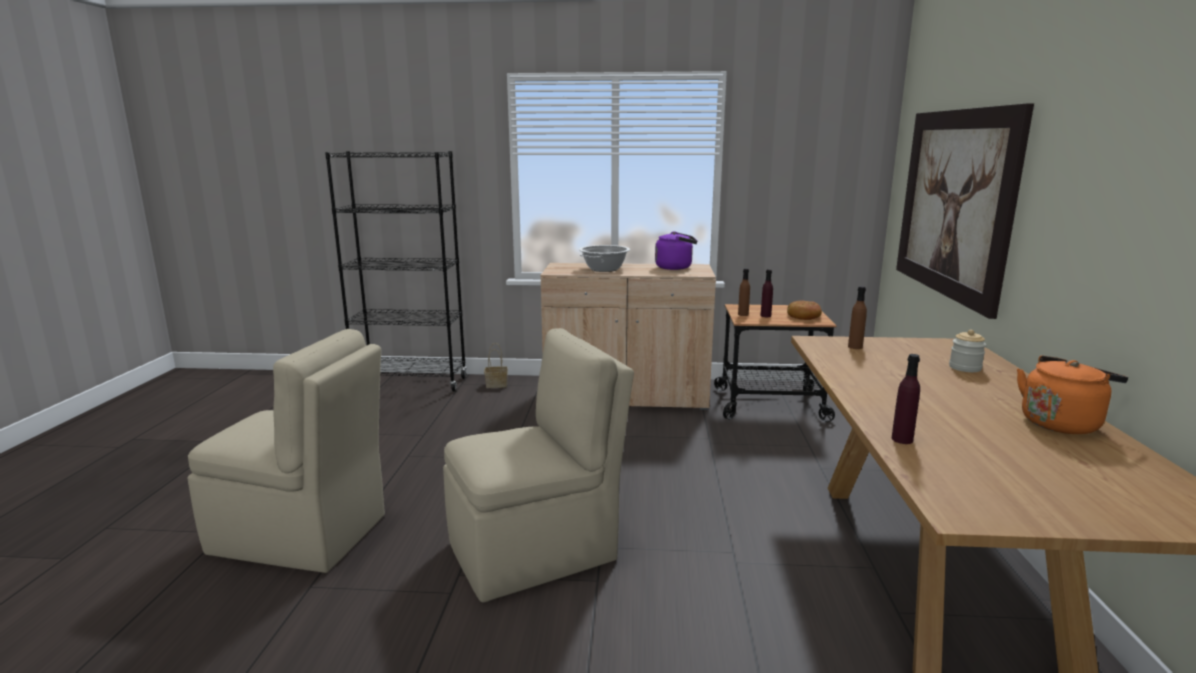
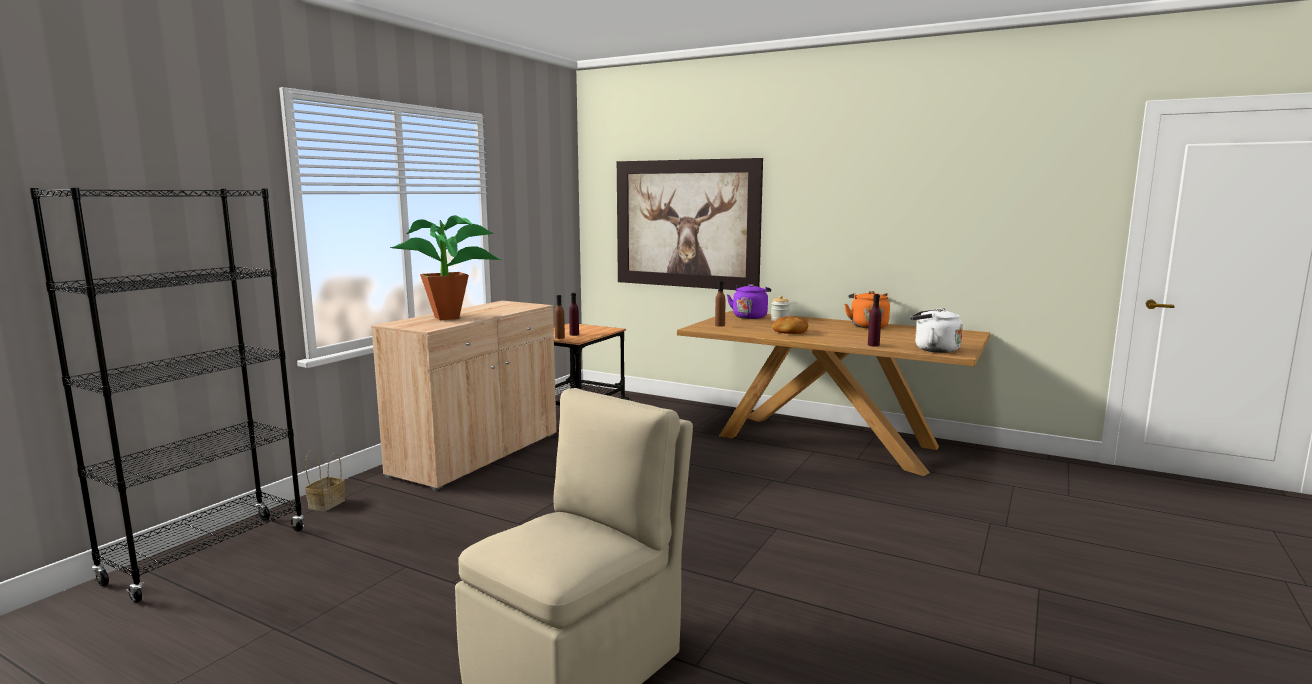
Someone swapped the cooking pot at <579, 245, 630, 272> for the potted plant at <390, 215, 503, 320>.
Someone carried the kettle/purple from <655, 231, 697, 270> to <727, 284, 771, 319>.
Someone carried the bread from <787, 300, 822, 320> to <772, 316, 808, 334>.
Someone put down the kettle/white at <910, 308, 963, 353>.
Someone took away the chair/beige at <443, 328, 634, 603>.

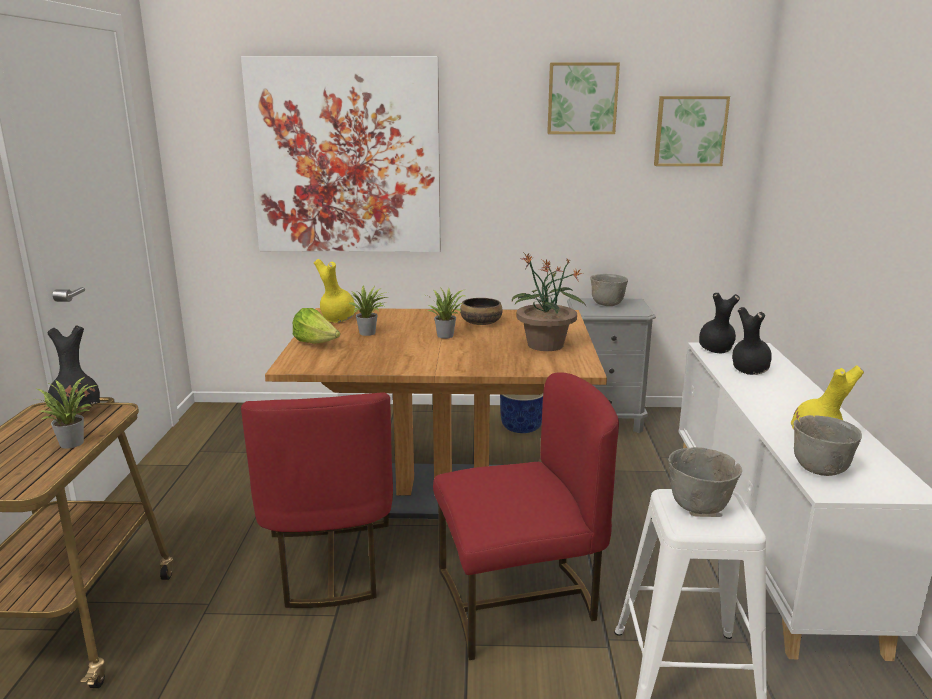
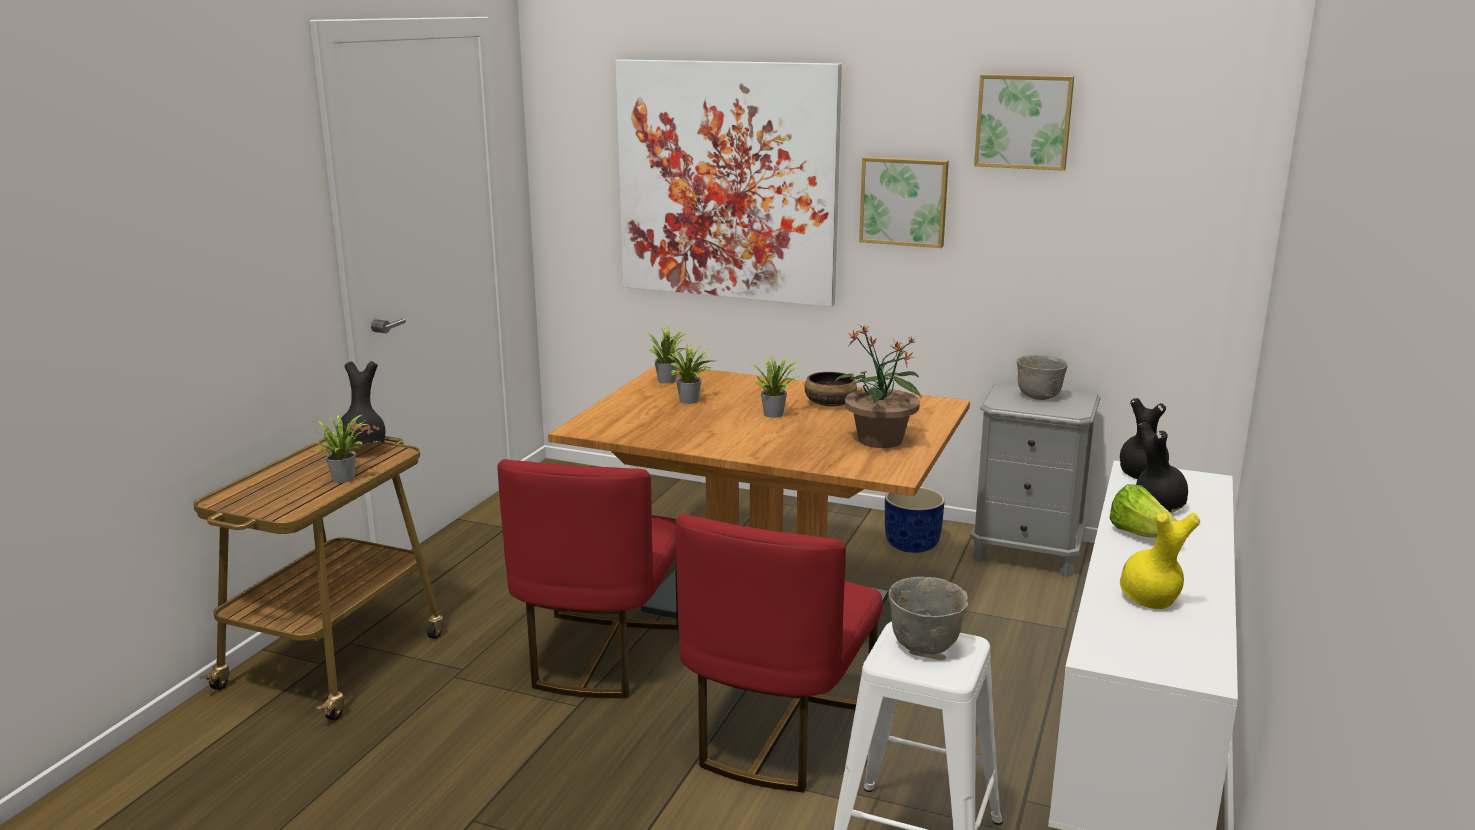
Someone swapped the vase/yellow at <314, 259, 355, 323> for the potted plant at <646, 327, 691, 383>.
Someone rotated the chair/red at <433, 372, 619, 660> by 105 degrees clockwise.
Someone carried the picture from <654, 96, 730, 166> to <859, 157, 949, 248>.
Someone carried the lettuce from <293, 308, 340, 344> to <1109, 484, 1177, 538>.
Someone took away the bowl/grey at <793, 415, 862, 476>.

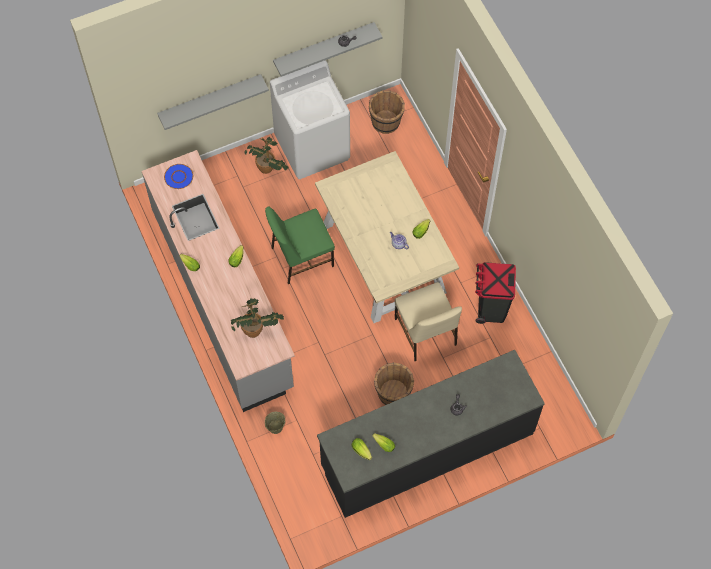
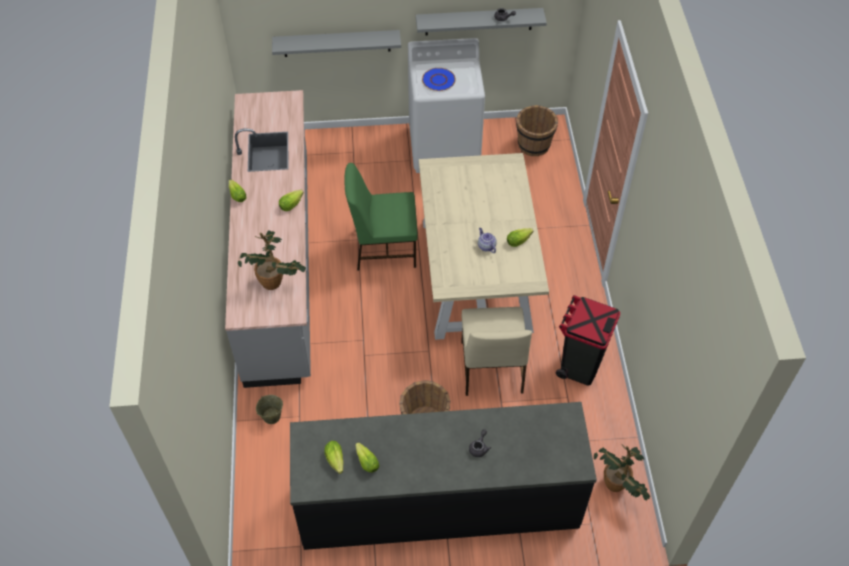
Someone carried the plate/blue from <164, 164, 193, 189> to <422, 68, 456, 91>.
Someone carried the potted plant from <244, 137, 288, 174> to <594, 444, 650, 501>.

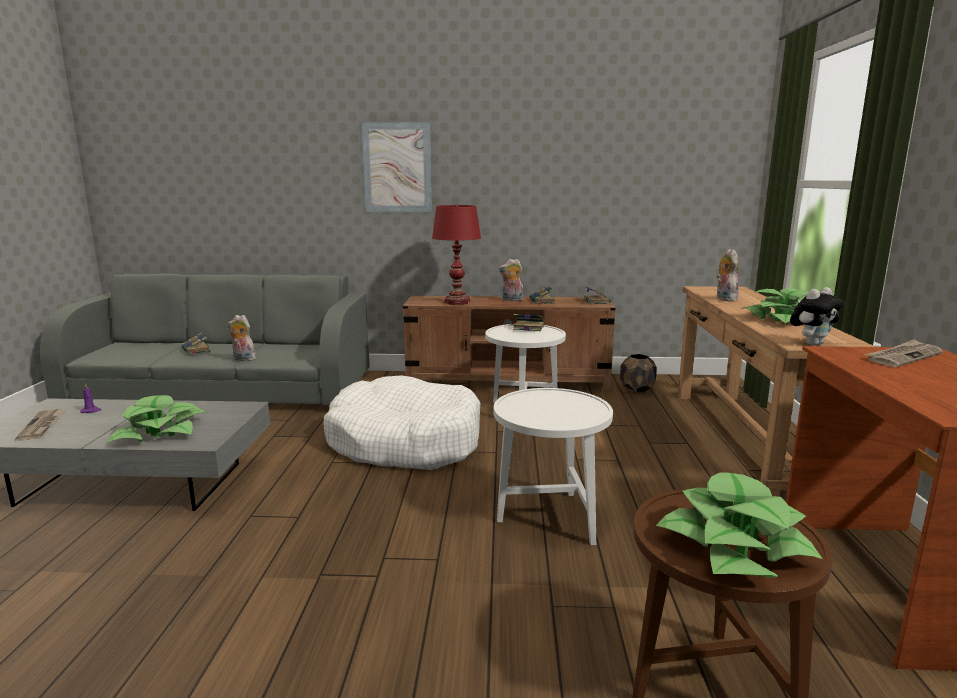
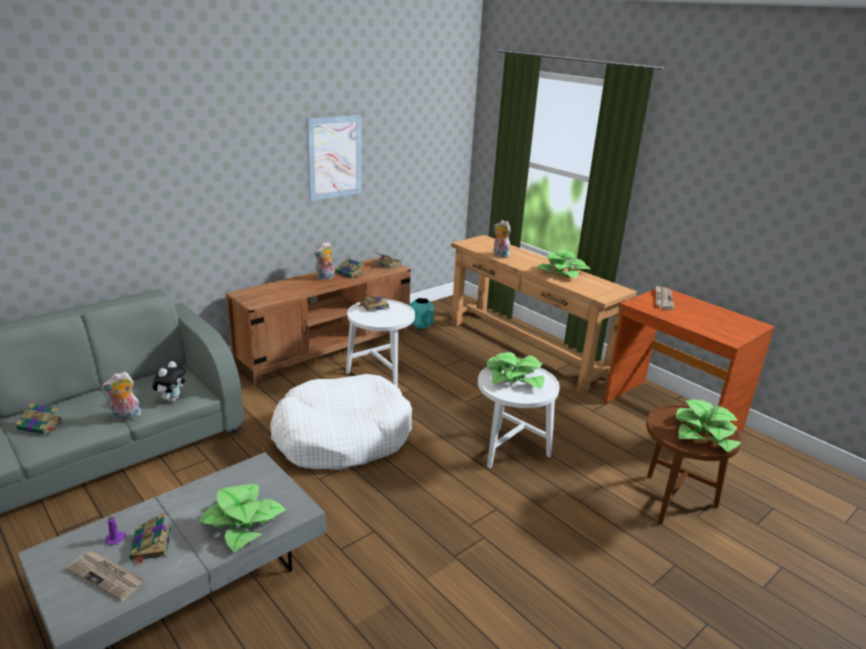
Someone put down the book at <129, 512, 171, 565>.
Someone carried the plush toy from <790, 287, 845, 346> to <153, 361, 186, 402>.
Someone carried the picture from <362, 123, 432, 212> to <307, 115, 362, 201>.
Someone repainted the planter/brown at <620, 354, 657, 392>, which became the planter/turquoise at <409, 298, 435, 329>.
Someone put down the potted plant at <487, 352, 545, 389>.
Someone took away the table lamp/red at <432, 204, 481, 305>.

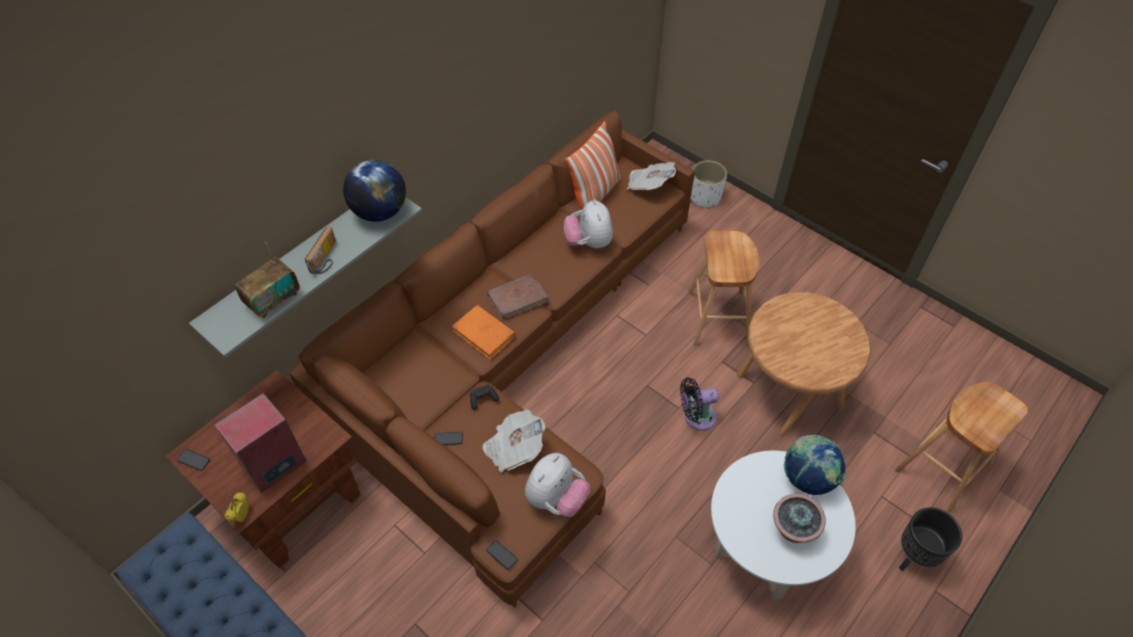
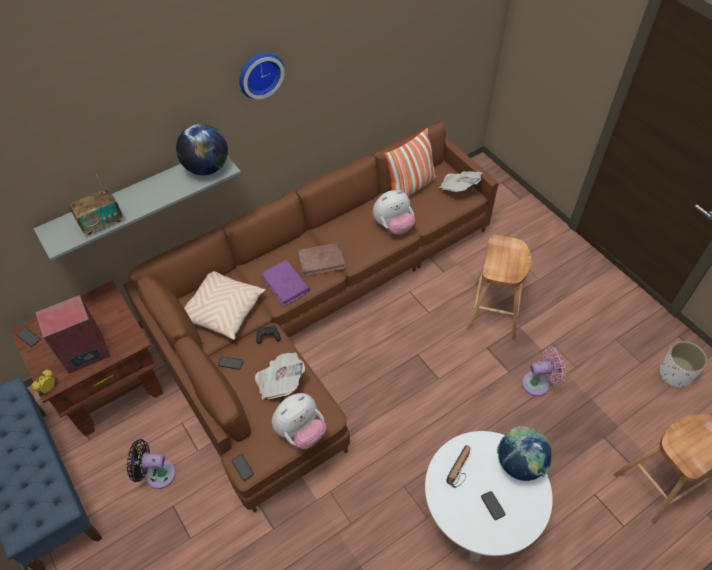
Someone carried the fan/black from <680, 377, 719, 431> to <127, 439, 176, 489>.
Someone put down the pillow/beige at <184, 271, 266, 340>.
Someone put up the wall clock at <239, 53, 284, 99>.
Someone repainted the book/orange at <452, 305, 516, 360>, which became the book/purple at <261, 260, 310, 306>.
Someone rotated the plush toy at <563, 199, 613, 248> by 120 degrees counterclockwise.
Someone carried the radio from <305, 227, 336, 274> to <446, 445, 471, 488>.
Someone swapped the potted plant at <773, 494, 826, 543> for the phone at <481, 491, 506, 520>.
Someone swapped the side table/brown at <737, 292, 871, 436> for the fan/pink at <522, 347, 566, 396>.
Someone carried the planter/white from <691, 160, 727, 209> to <659, 341, 707, 389>.
Someone took away the planter/black at <899, 507, 962, 571>.

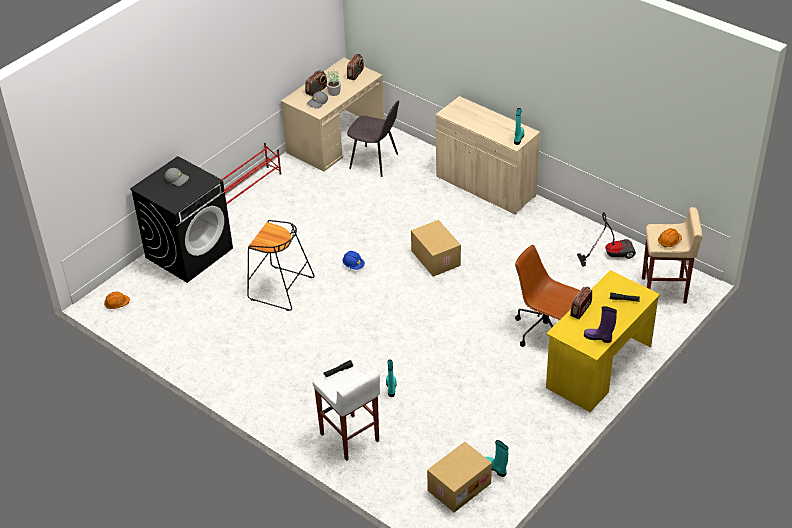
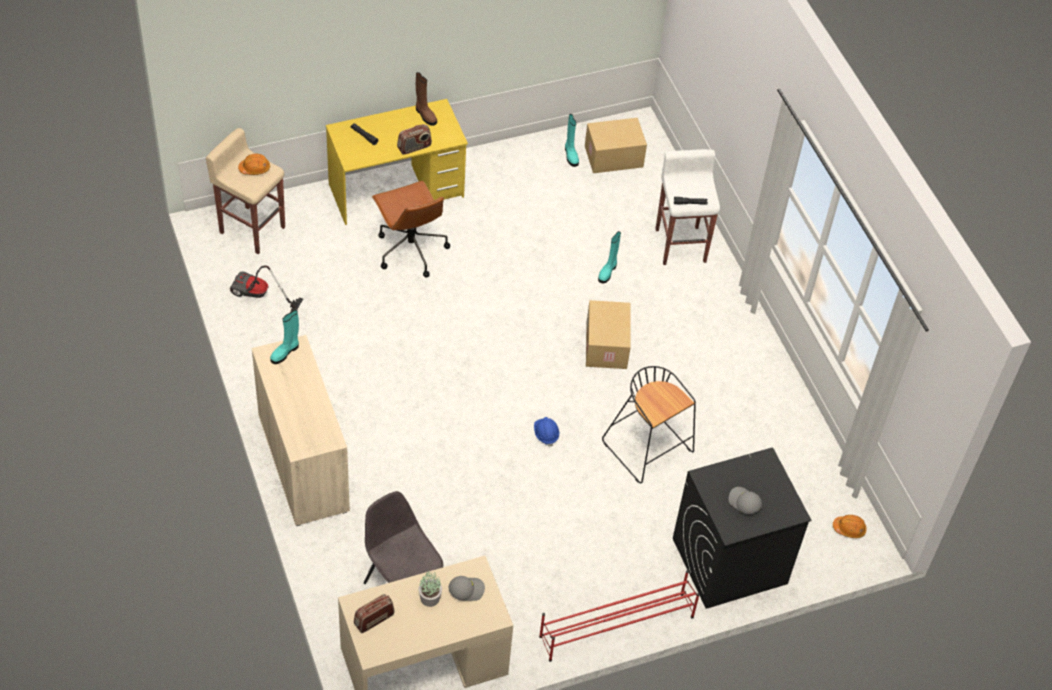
Someone repainted the boot/purple at <584, 306, 617, 343>, which became the boot/brown at <416, 72, 437, 126>.
Someone carried the cardboard box from <411, 220, 461, 277> to <586, 300, 631, 369>.
Someone took away the radio at <305, 70, 327, 96>.

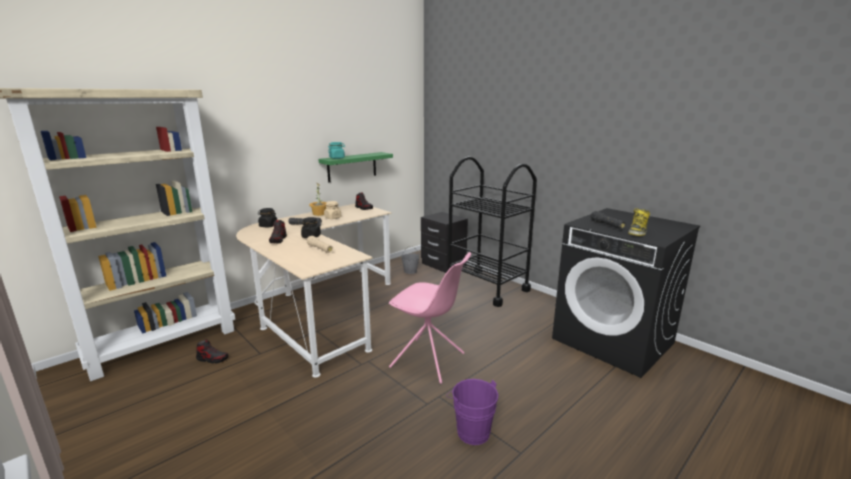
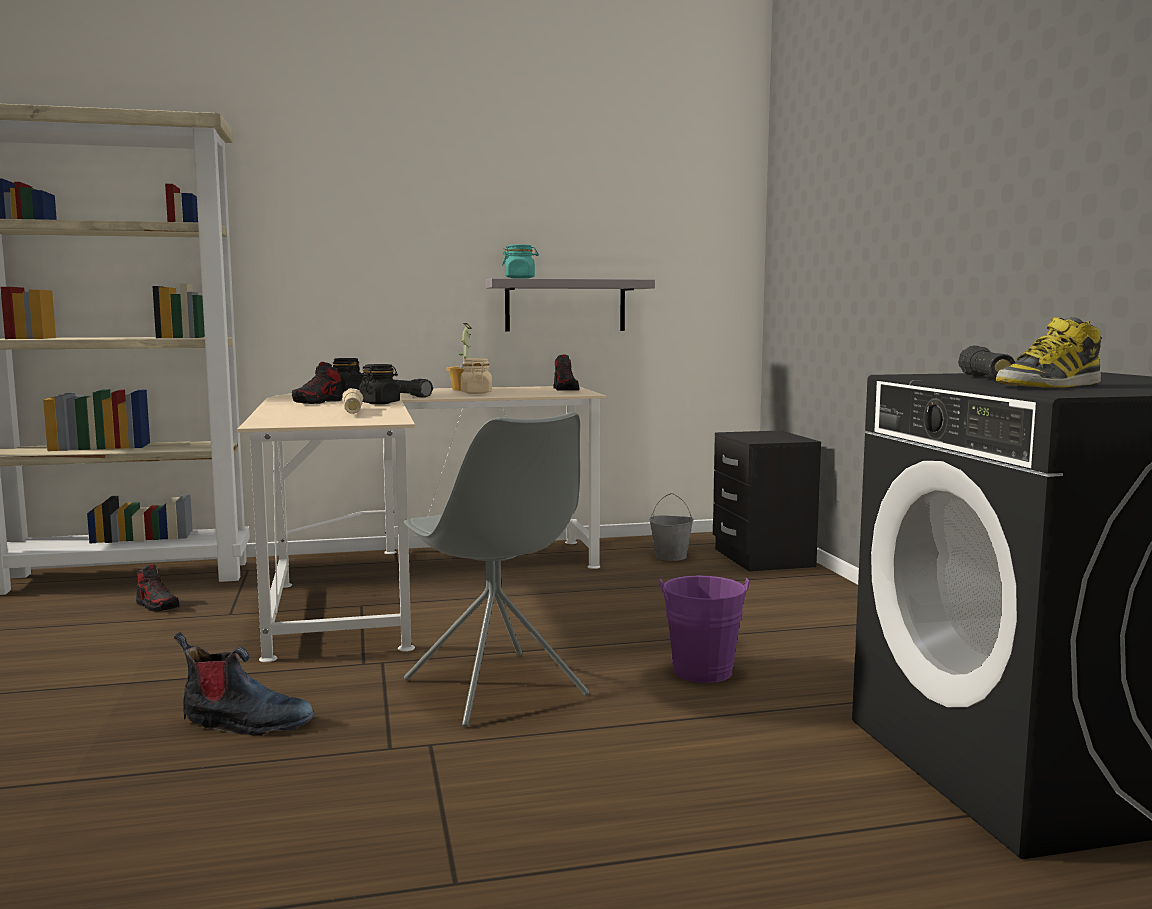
Someone put down the boot at <174, 632, 314, 736>.
Someone repainted the chair/pink at <389, 252, 471, 384>, which became the chair/grey at <404, 412, 590, 727>.
Someone repainted the shelf/green at <318, 152, 393, 182>, which became the shelf/grey at <486, 278, 655, 331>.
Someone carried the bucket/purple from <446, 379, 499, 445> to <660, 576, 749, 683>.
Someone took away the cart/black at <448, 157, 537, 307>.

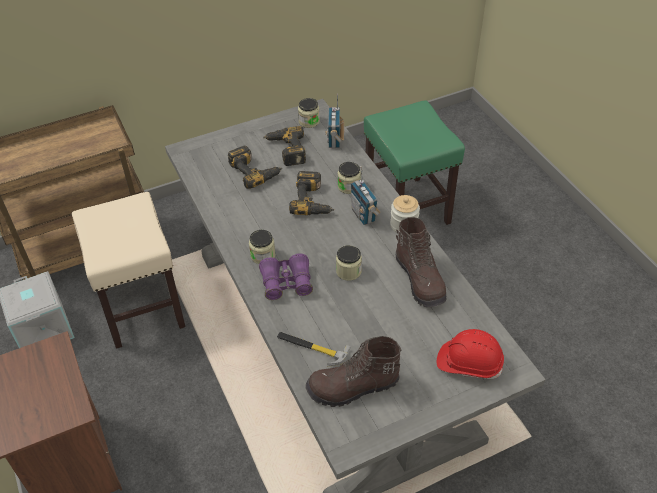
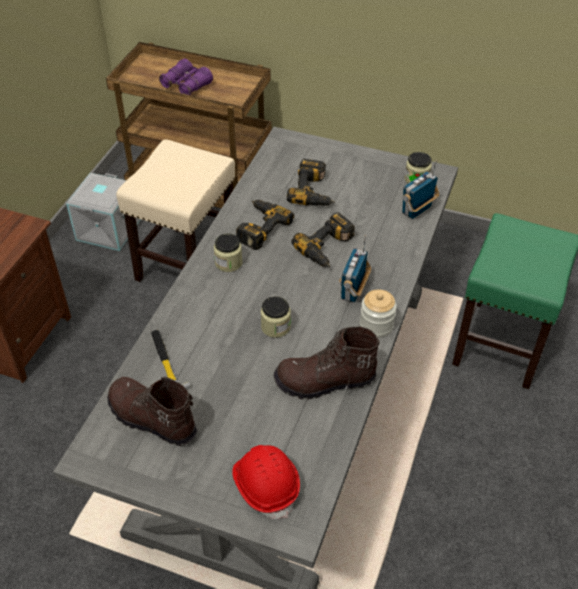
Someone carried the binoculars/purple from <259, 253, 313, 300> to <159, 59, 213, 95>.
Someone carried the power drill from <263, 126, 306, 166> to <236, 200, 294, 250>.
Someone rotated the boot/brown at <396, 217, 447, 307> by 60 degrees clockwise.
Someone took away the jar at <338, 162, 361, 194>.

